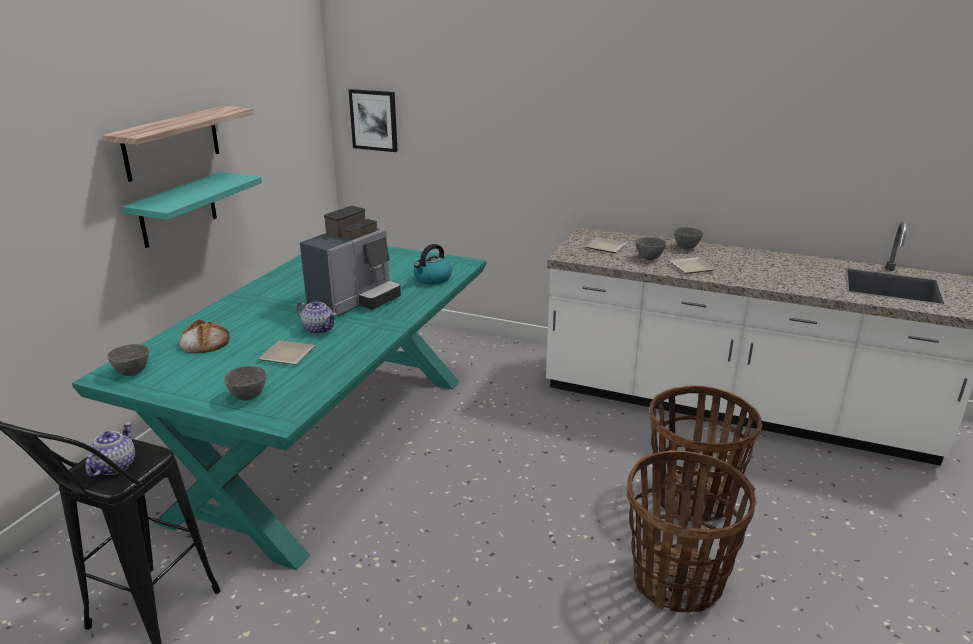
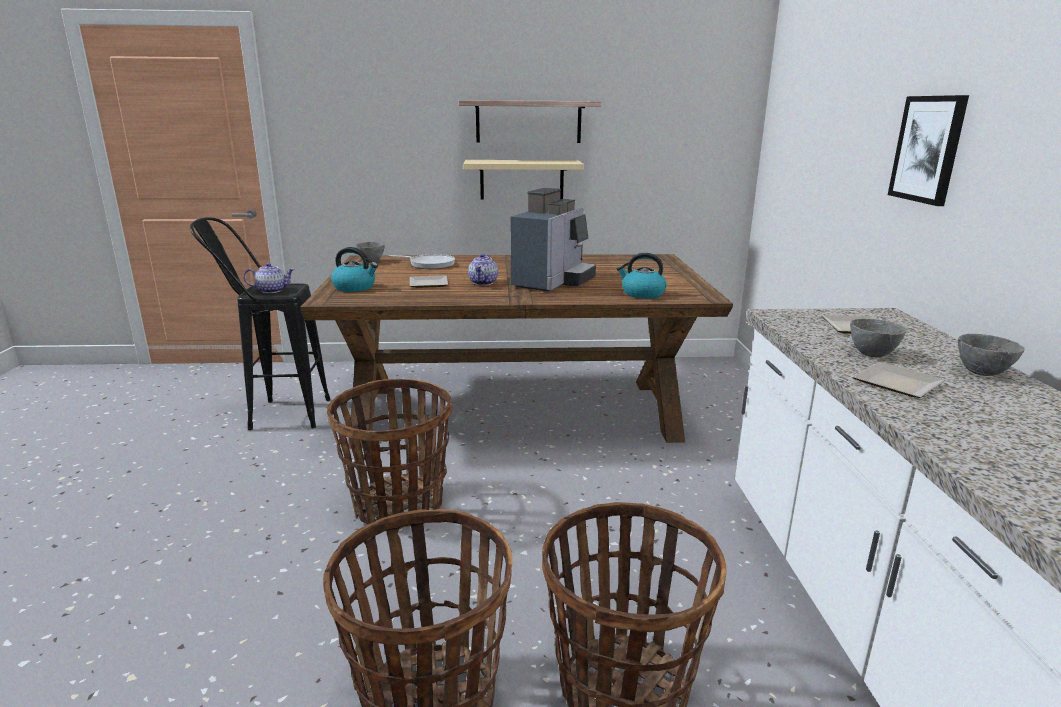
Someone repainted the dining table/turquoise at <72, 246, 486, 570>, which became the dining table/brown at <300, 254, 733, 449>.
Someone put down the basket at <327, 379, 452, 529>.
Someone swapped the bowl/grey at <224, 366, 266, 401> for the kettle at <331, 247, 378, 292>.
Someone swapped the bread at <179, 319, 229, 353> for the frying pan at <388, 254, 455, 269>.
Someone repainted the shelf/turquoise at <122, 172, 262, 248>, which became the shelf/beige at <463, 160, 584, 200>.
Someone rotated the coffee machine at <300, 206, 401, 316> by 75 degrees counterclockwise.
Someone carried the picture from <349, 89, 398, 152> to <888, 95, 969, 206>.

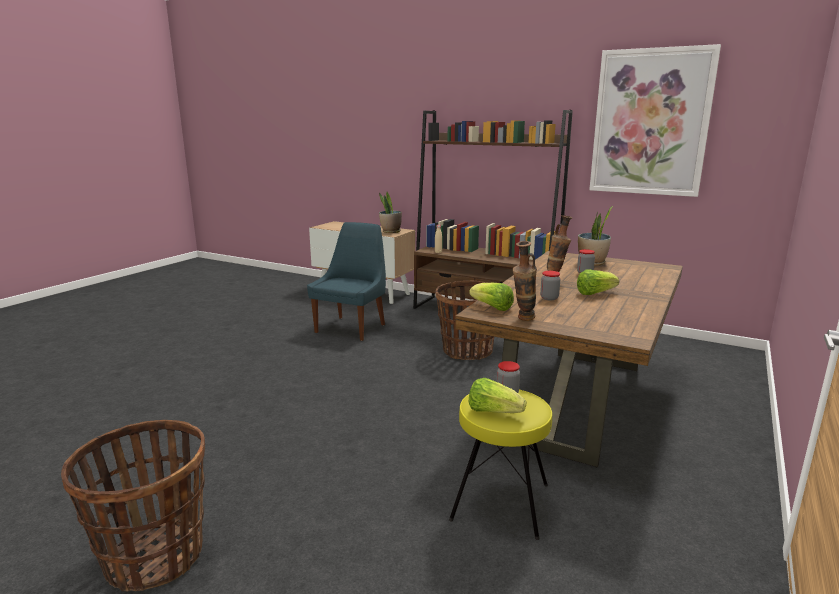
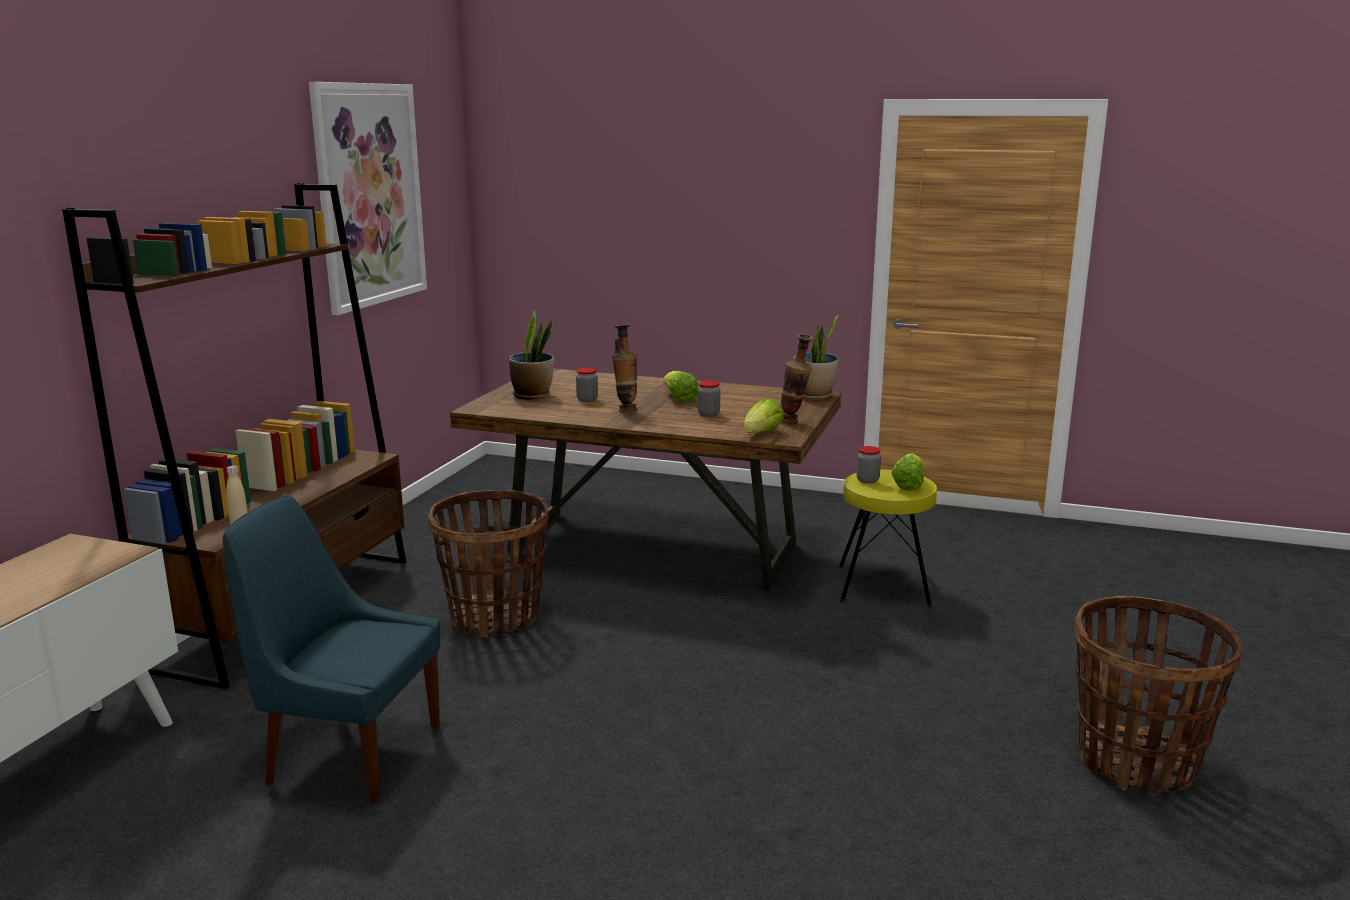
Someone carried the potted plant from <379, 192, 402, 233> to <793, 315, 839, 400>.

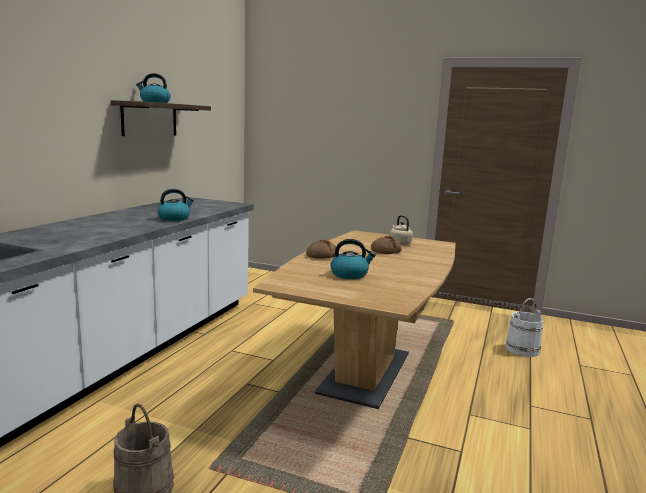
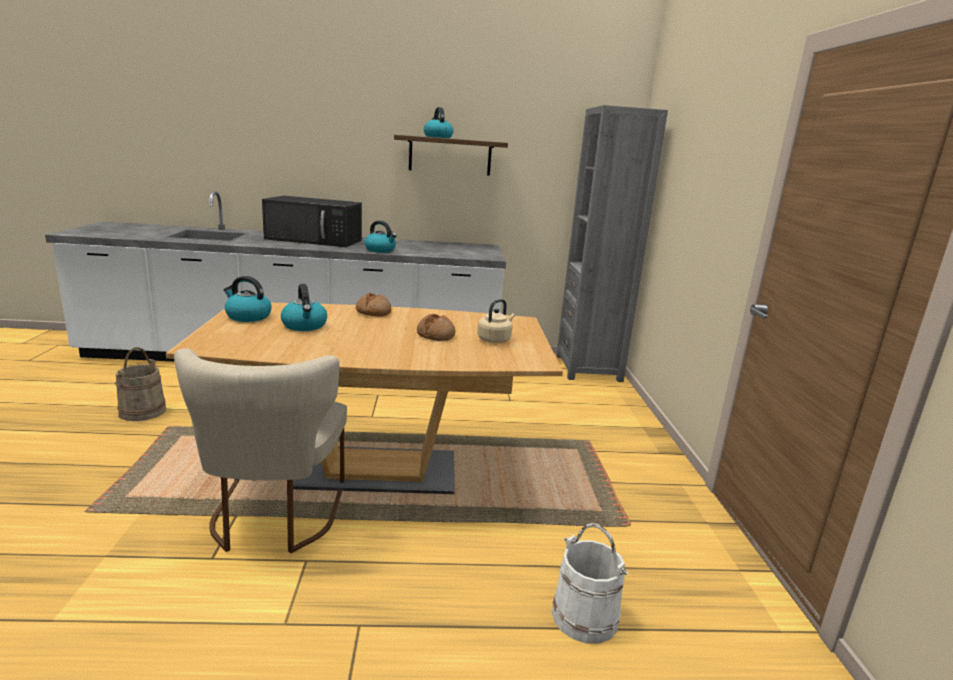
Someone put down the chair/beige at <174, 348, 347, 553>.
Someone put down the kettle at <223, 276, 271, 322>.
Someone put down the microwave/black at <262, 196, 362, 247>.
Someone put down the bookcase/grey at <556, 105, 668, 382>.

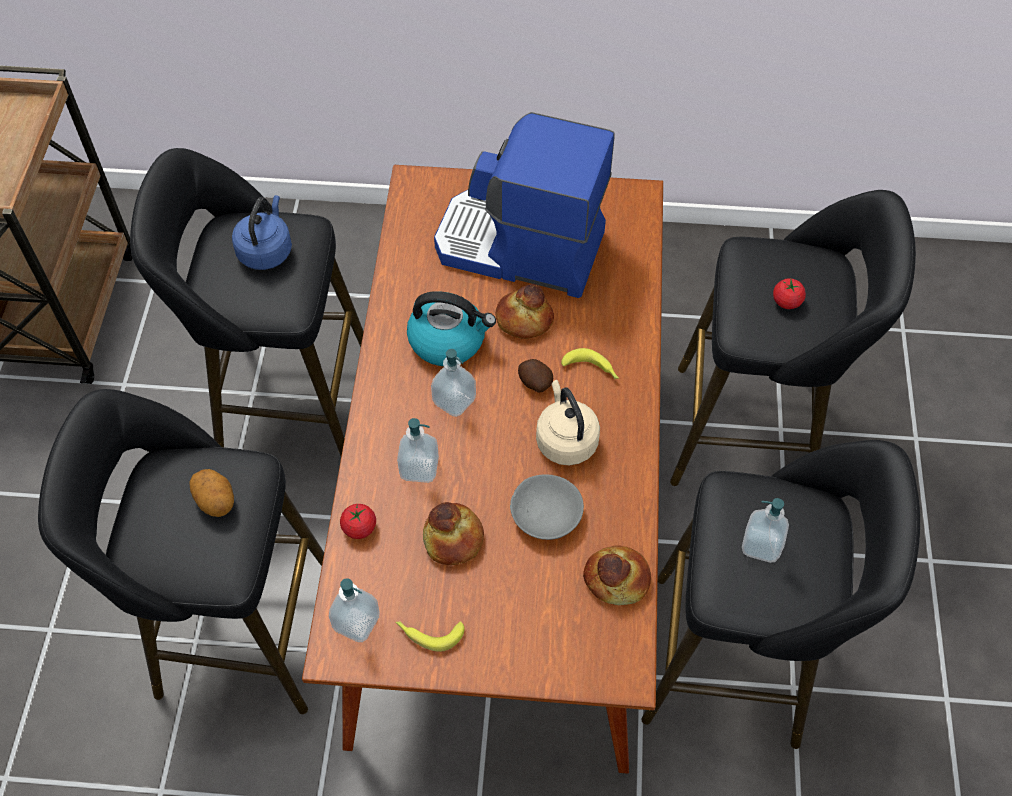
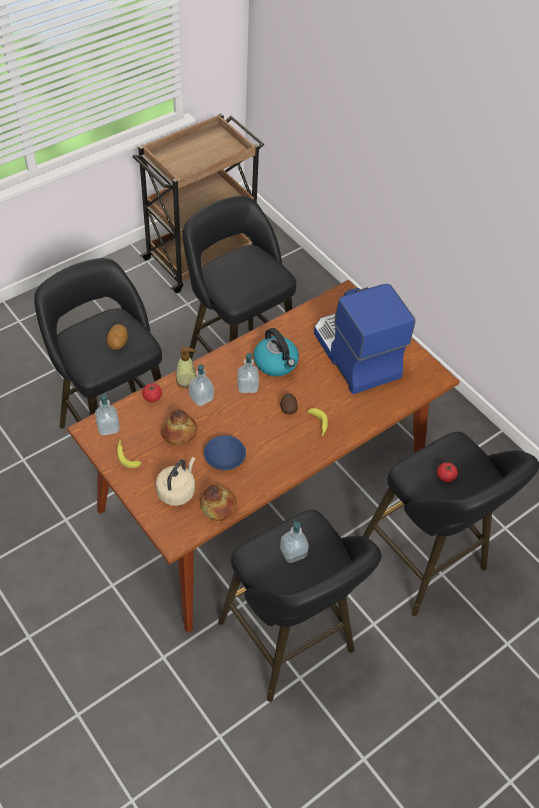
Someone carried the kettle/beige from <536, 380, 600, 465> to <156, 457, 195, 506>.
Someone put down the soap dispenser at <176, 347, 196, 388>.
Someone repainted the bowl/grey at <510, 474, 584, 540>, which became the bowl/blue at <204, 435, 246, 470>.
Someone took away the kettle/blue at <232, 195, 292, 270>.
Someone took away the bread at <496, 284, 554, 339>.

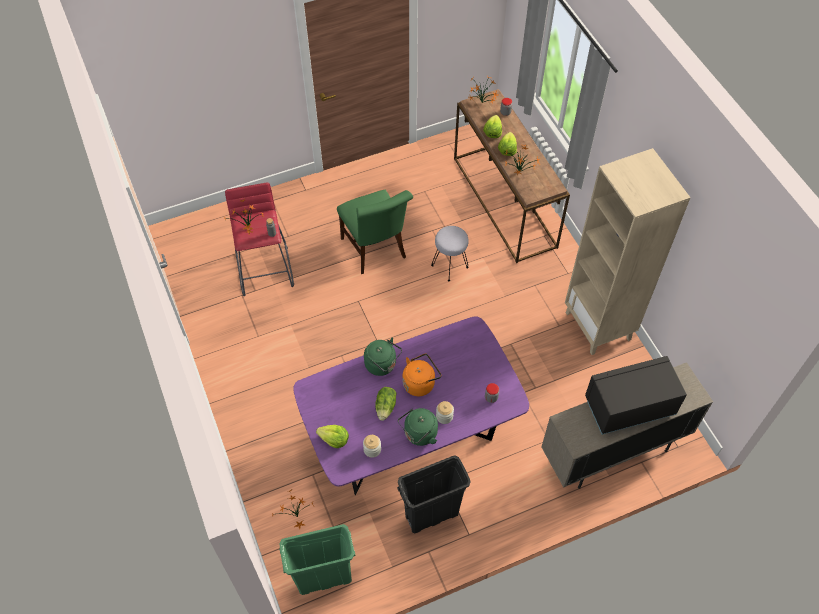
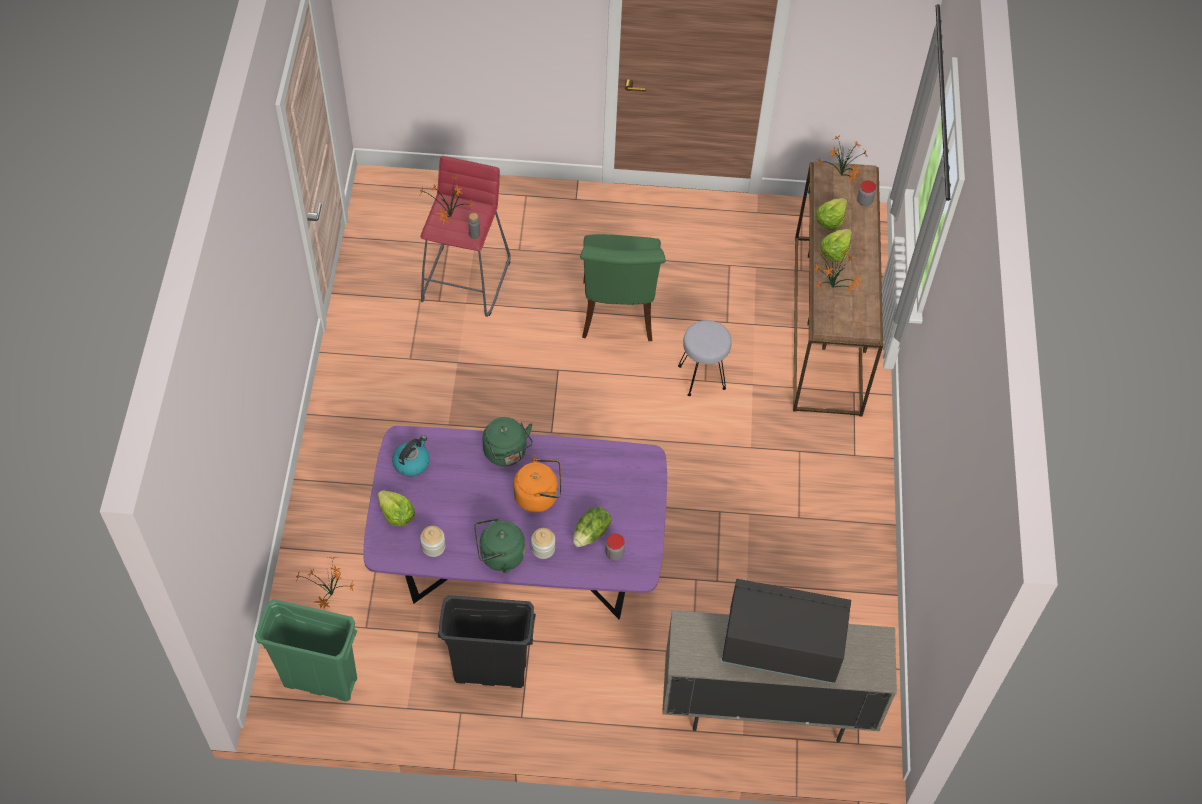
Someone put down the kettle at <392, 435, 430, 477>.
Someone carried the lettuce from <375, 387, 396, 421> to <573, 507, 611, 547>.
Someone took away the bookcase/beige at <565, 148, 691, 355>.

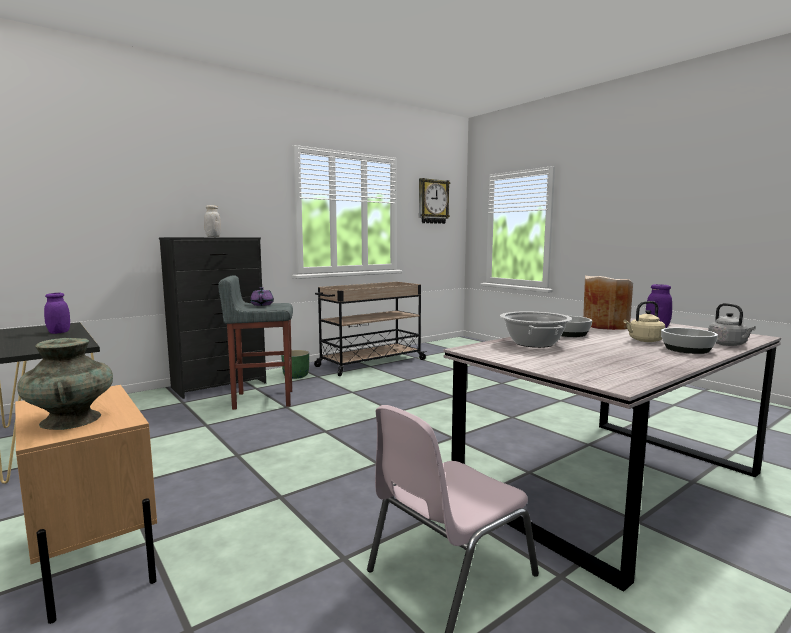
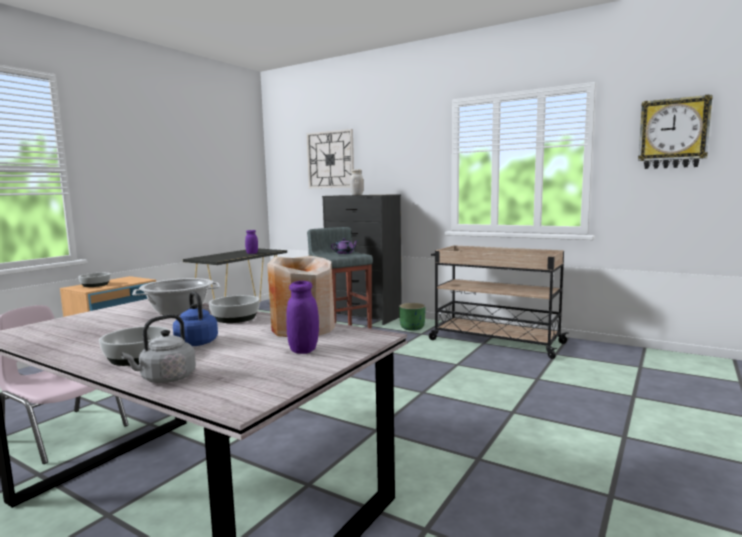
Someone swapped the vase/turquoise at <17, 338, 113, 430> for the bowl at <78, 273, 111, 287>.
Someone repainted the kettle/beige at <623, 301, 665, 342>, which became the kettle/blue at <173, 291, 218, 346>.
Someone put up the wall clock at <307, 129, 354, 188>.

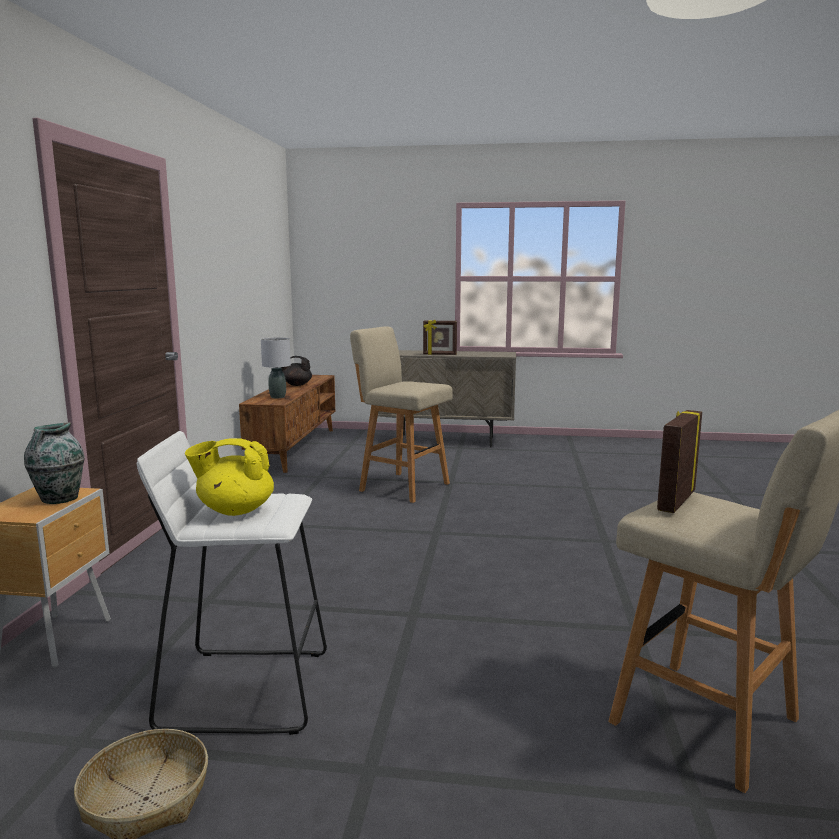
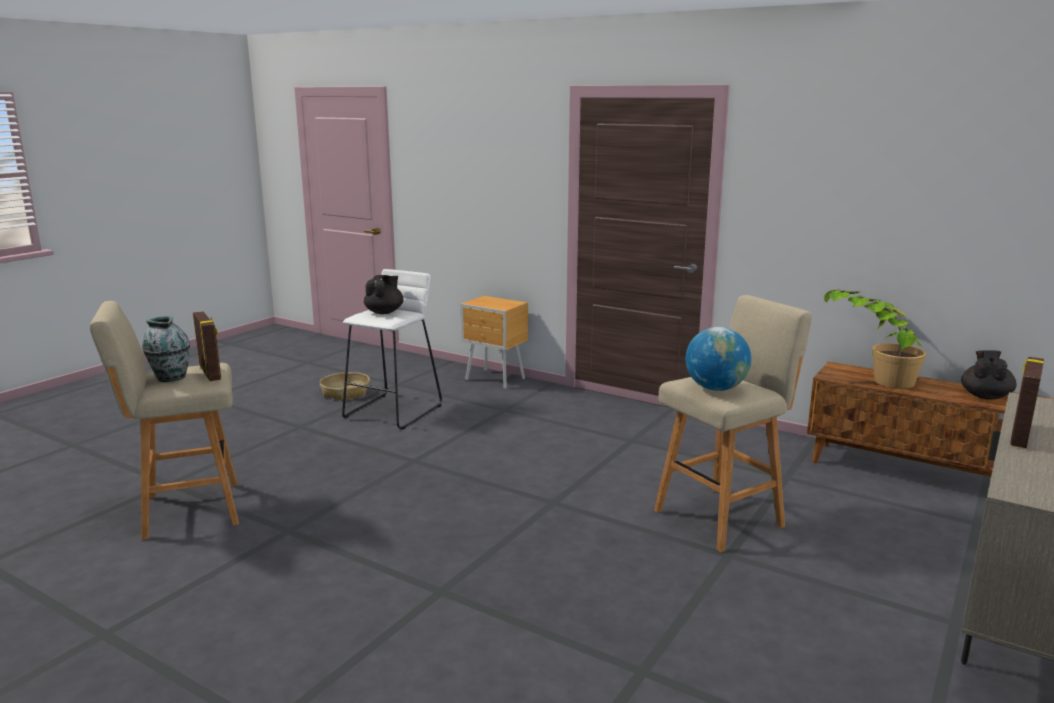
Someone carried the vase from <24, 422, 85, 504> to <142, 316, 190, 382>.
Someone repainted the teapot/yellow at <185, 438, 274, 516>, which became the teapot/black at <364, 275, 404, 314>.
Someone put down the globe at <686, 327, 751, 391>.
Someone swapped the table lamp/grey at <261, 337, 291, 398> for the potted plant at <824, 289, 926, 389>.

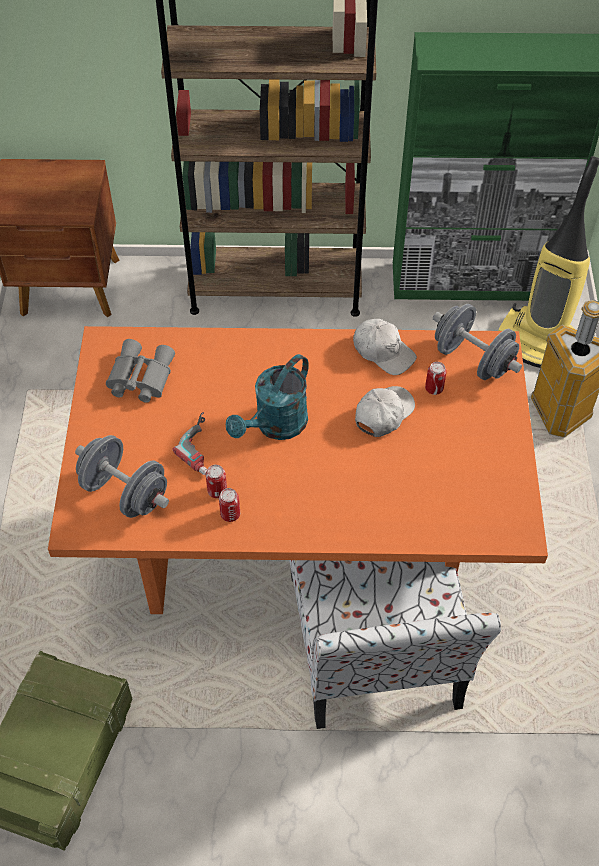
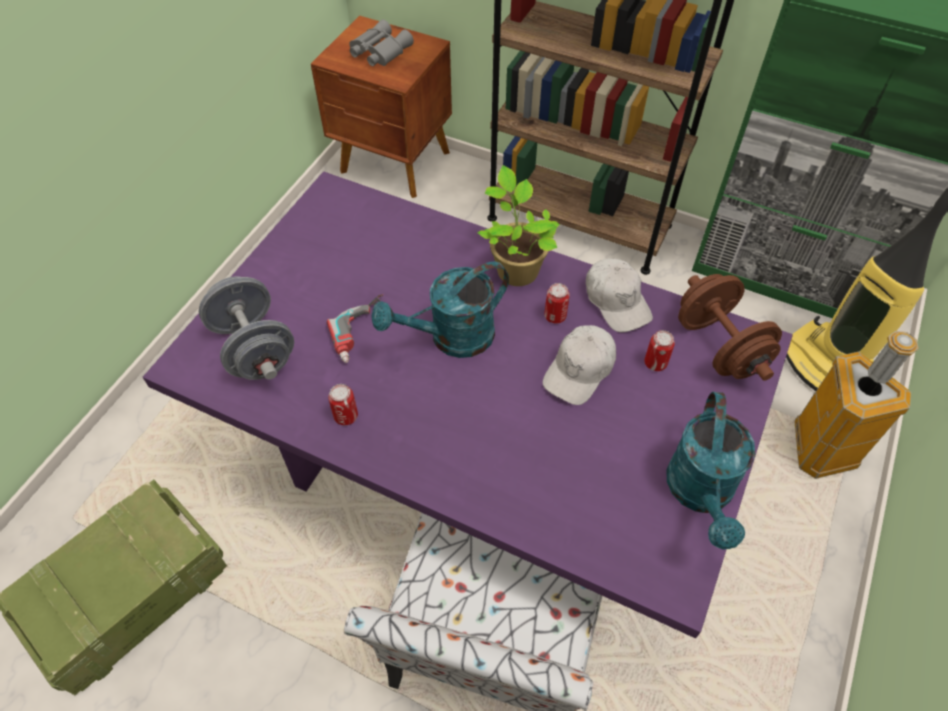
Someone repainted the dining table/orange at <48, 326, 548, 614>, which became the dining table/purple at <143, 171, 793, 638>.
Someone carried the binoculars/grey from <106, 339, 175, 403> to <350, 20, 414, 66>.
Someone put down the potted plant at <478, 165, 560, 286>.
Someone rotated the cap/white at <355, 386, 415, 437> by 150 degrees clockwise.
Someone carried the can from <206, 465, 227, 498> to <544, 283, 570, 324>.
Someone put down the watering can/turquoise at <667, 392, 755, 550>.
Someone repainted the dumbbell/grey at <433, 304, 522, 380>, which became the dumbbell/brown at <678, 274, 782, 381>.

